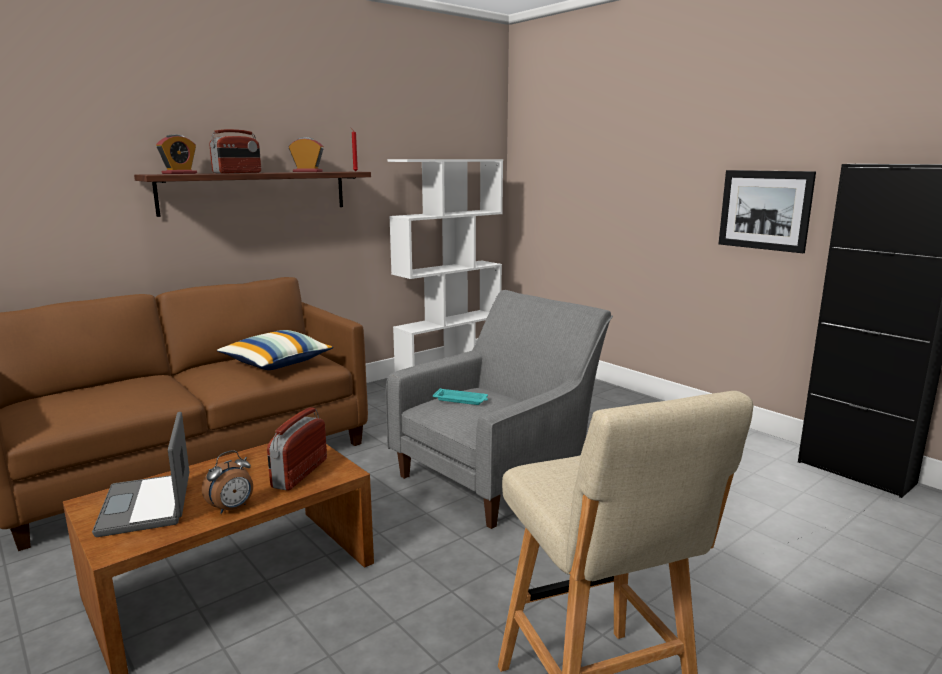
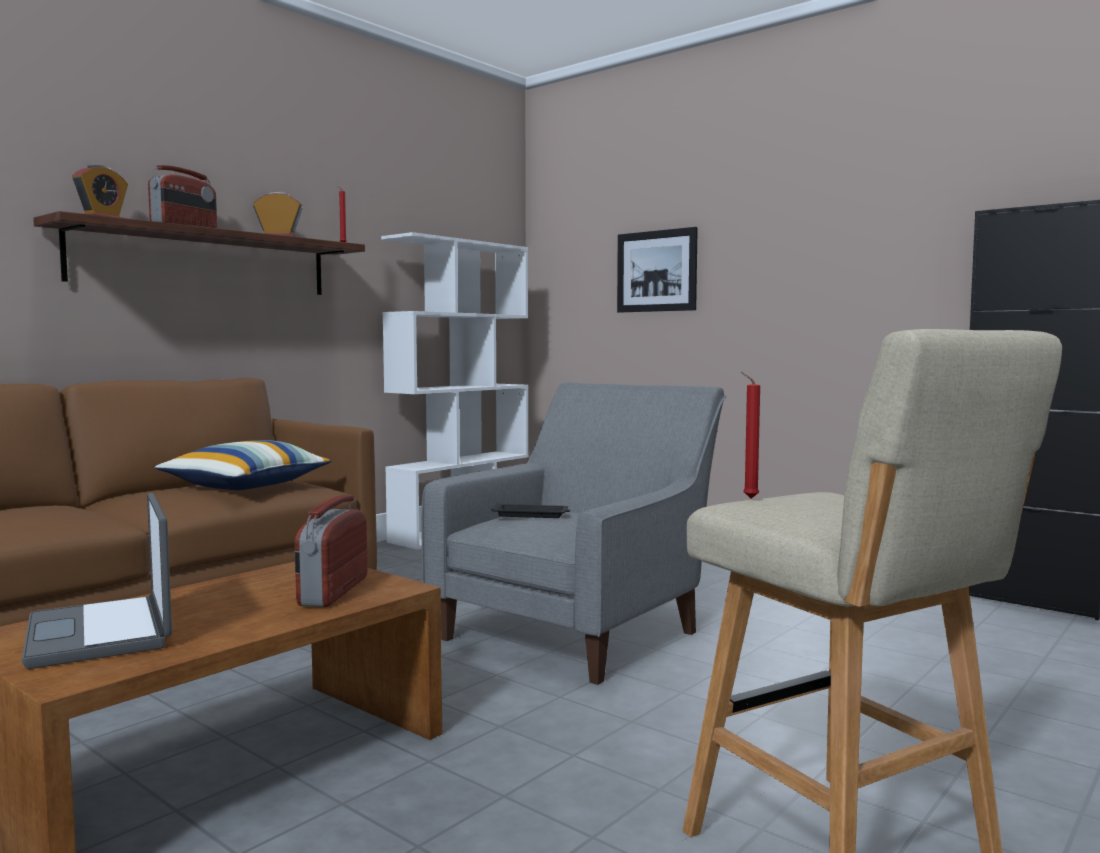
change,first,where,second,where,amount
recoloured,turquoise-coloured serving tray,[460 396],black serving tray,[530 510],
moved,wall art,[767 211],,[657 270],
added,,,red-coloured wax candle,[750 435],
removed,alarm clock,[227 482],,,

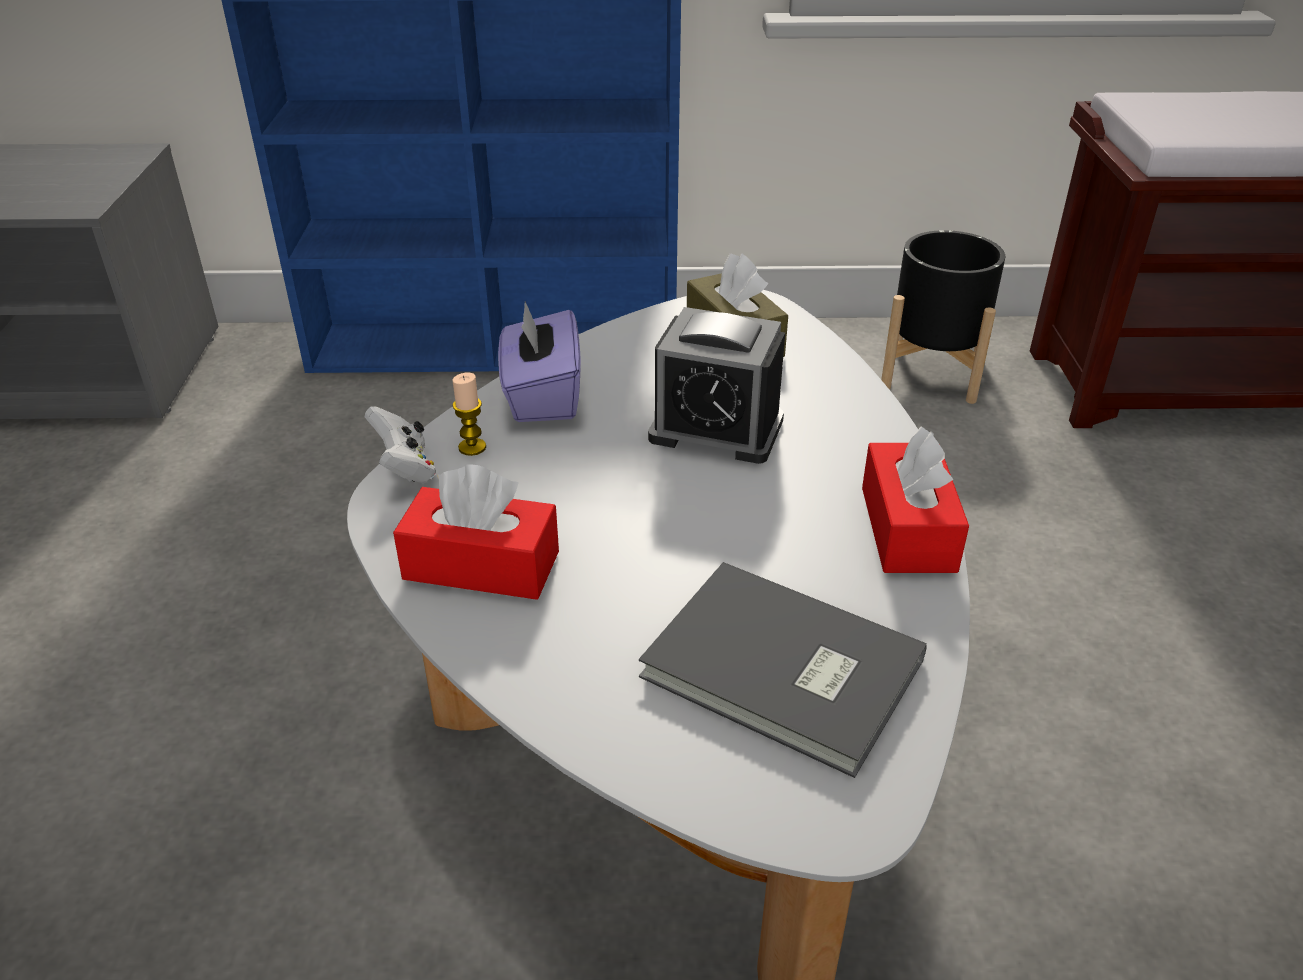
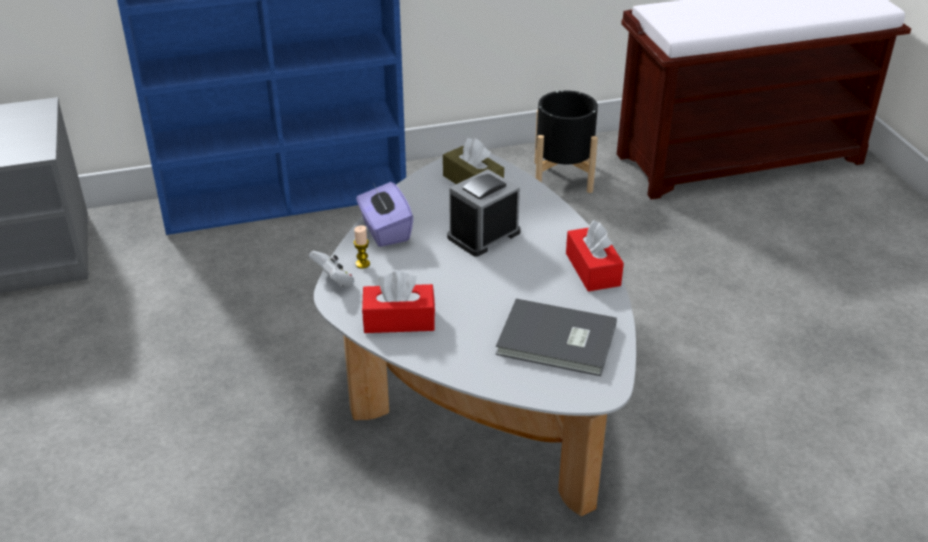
change,first,where,second,where,amount
turned,alarm clock,[716 385],,[484 213],135 degrees clockwise

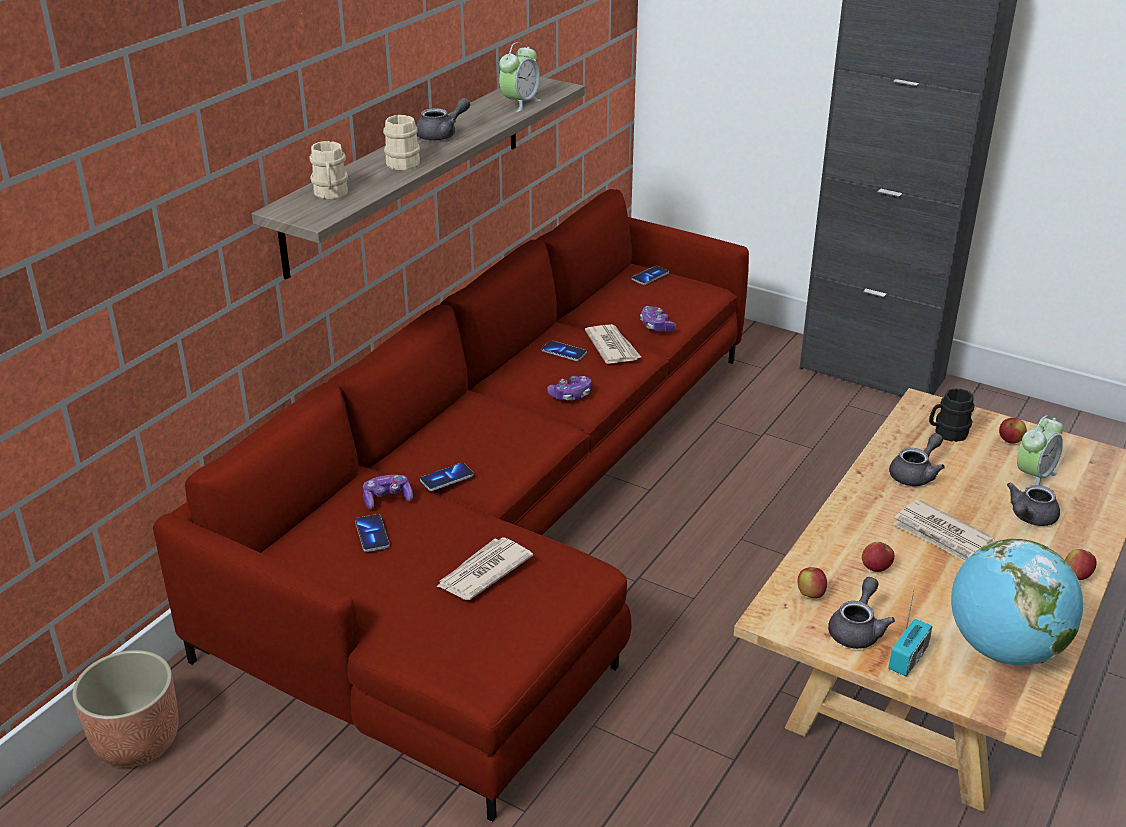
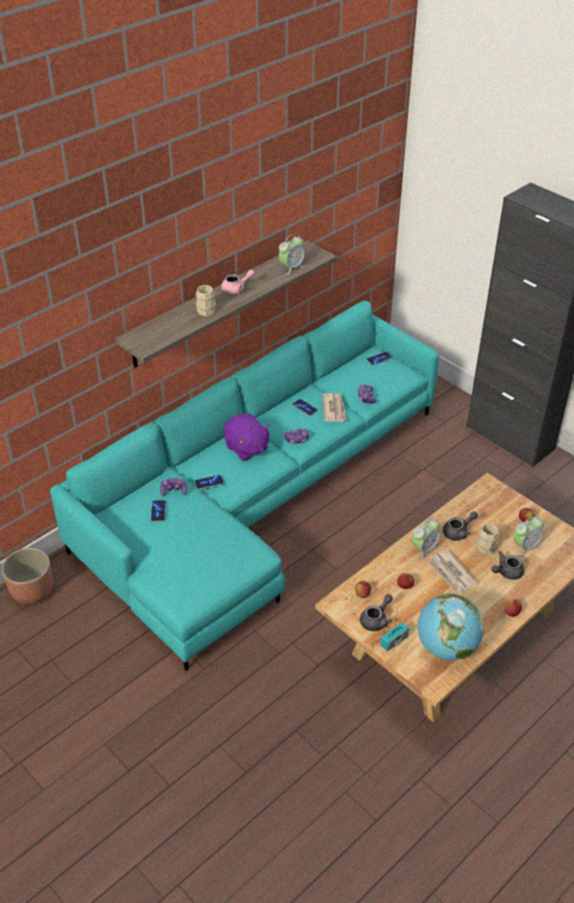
change,first,where,second,where,amount
recoloured,red-coloured sofa,[451 505],turquoise-coloured sofa,[244 486],
recoloured,grey pot for tea,[443 119],pink pot for tea,[238 282],
added,,,purple-coloured soft toy,[246 437],
added,,,alarm clock,[426 539],
moved,beige-coloured coffee mug,[328 170],,[488 539],
removed,daily paper,[484 568],,,
removed,black coffee mug,[952 415],,,

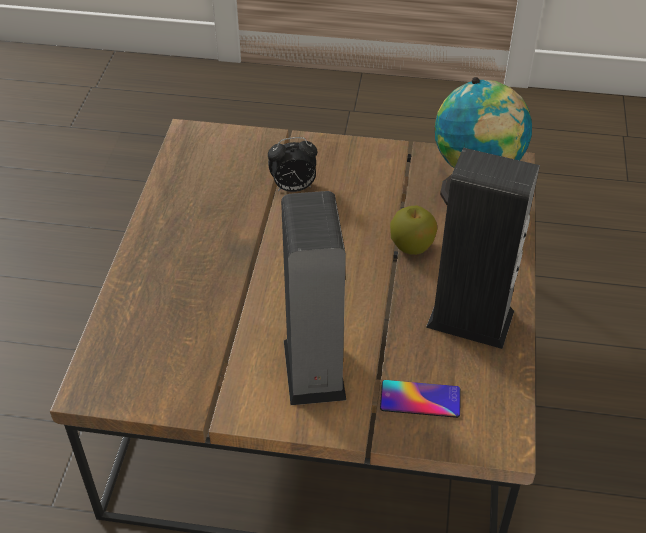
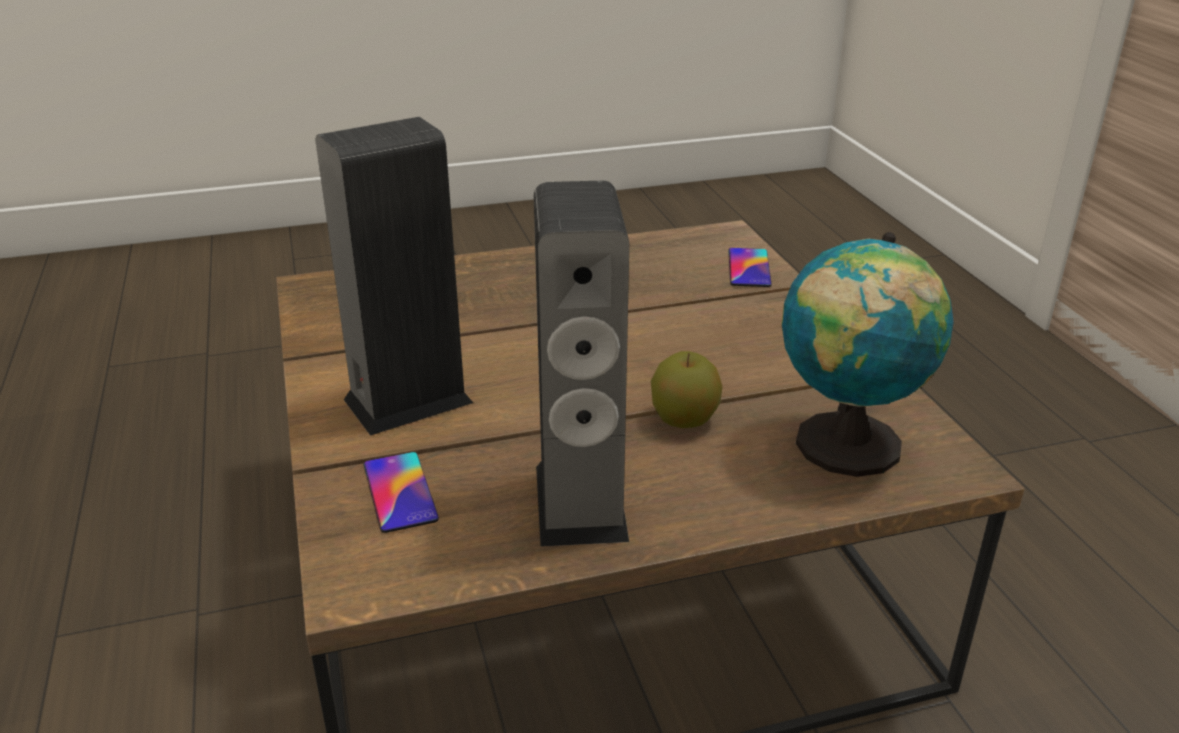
change,first,where,second,where,amount
added,,,handset,[750 267],
removed,alarm clock,[293 164],,,

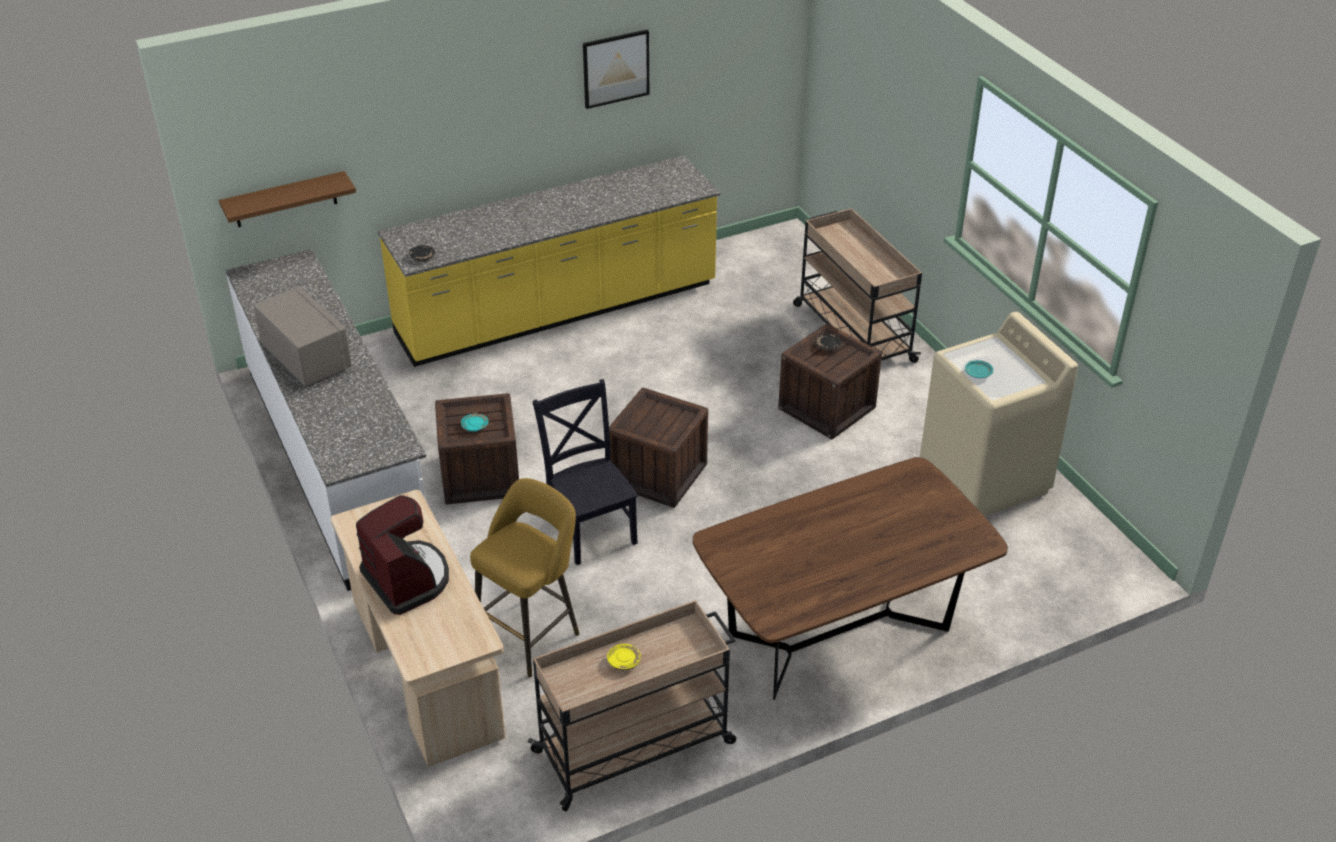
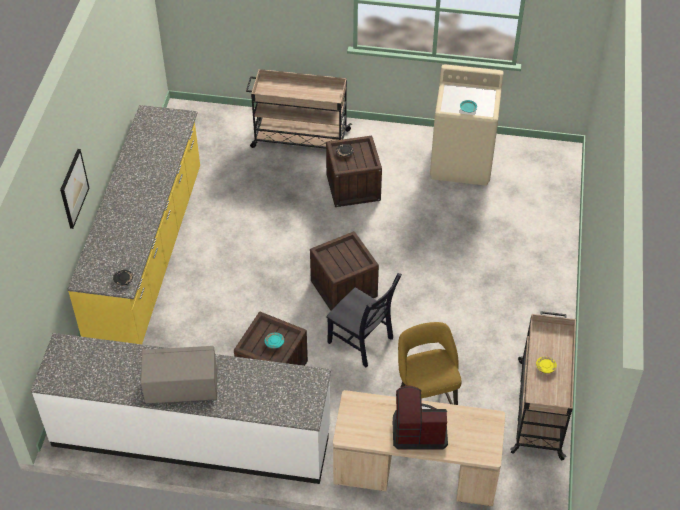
change,first,where,second,where,amount
moved,wall art,[616 69],,[74 189],
turned,black chair,[585 472],,[364 320],150 degrees counterclockwise
removed,brown bracket shelf,[287 199],,,
removed,brown kitchen table,[850 578],,,

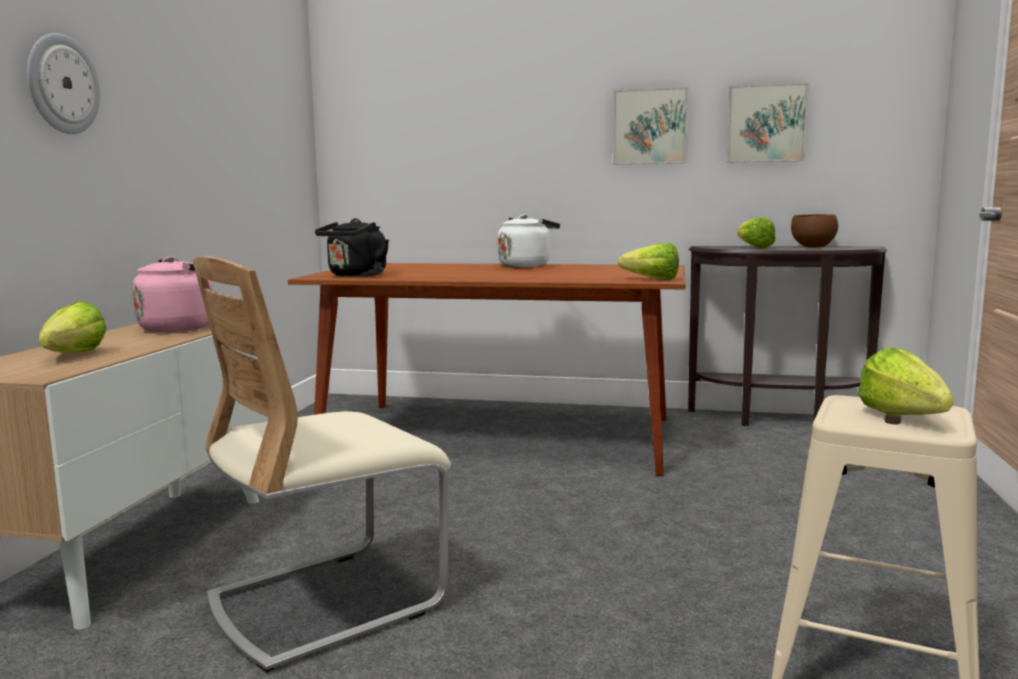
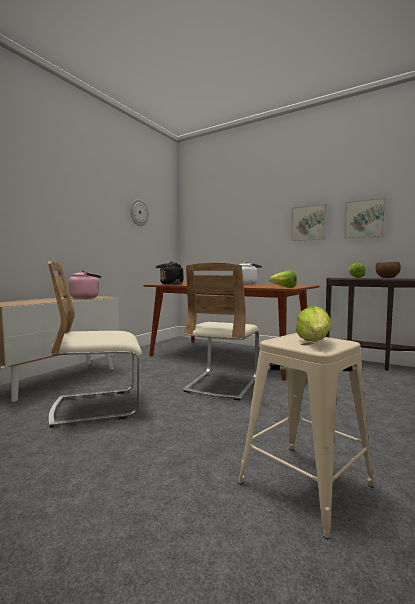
change,first,where,second,where,amount
moved,hanging clock,[63 83],,[139 212],
added,,,beige-coloured chair,[221 331],
removed,lettuce head,[73 327],,,

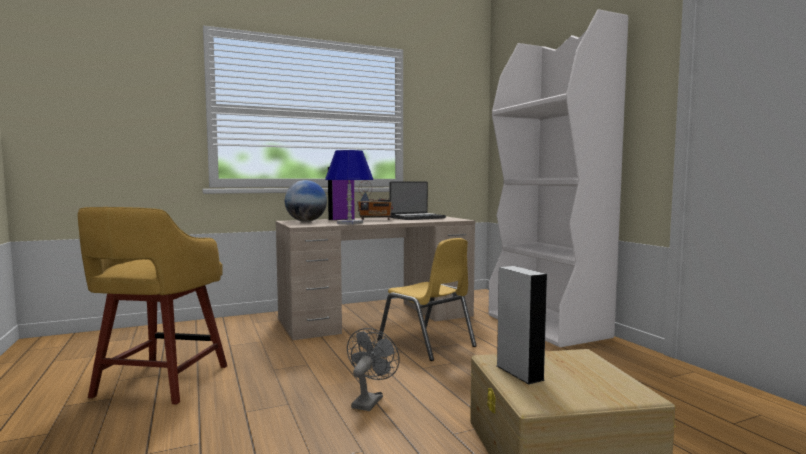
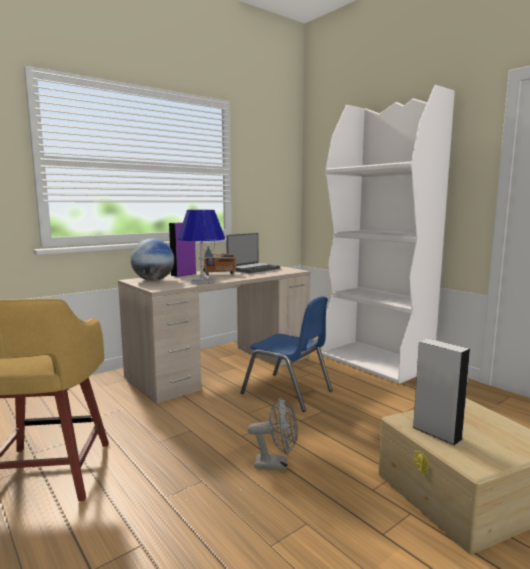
change,first,where,second,where,amount
recoloured,yellow-coloured chair,[427 299],blue-coloured chair,[286 354],
turned,grey cooling fan,[373 369],,[273 433],90 degrees clockwise

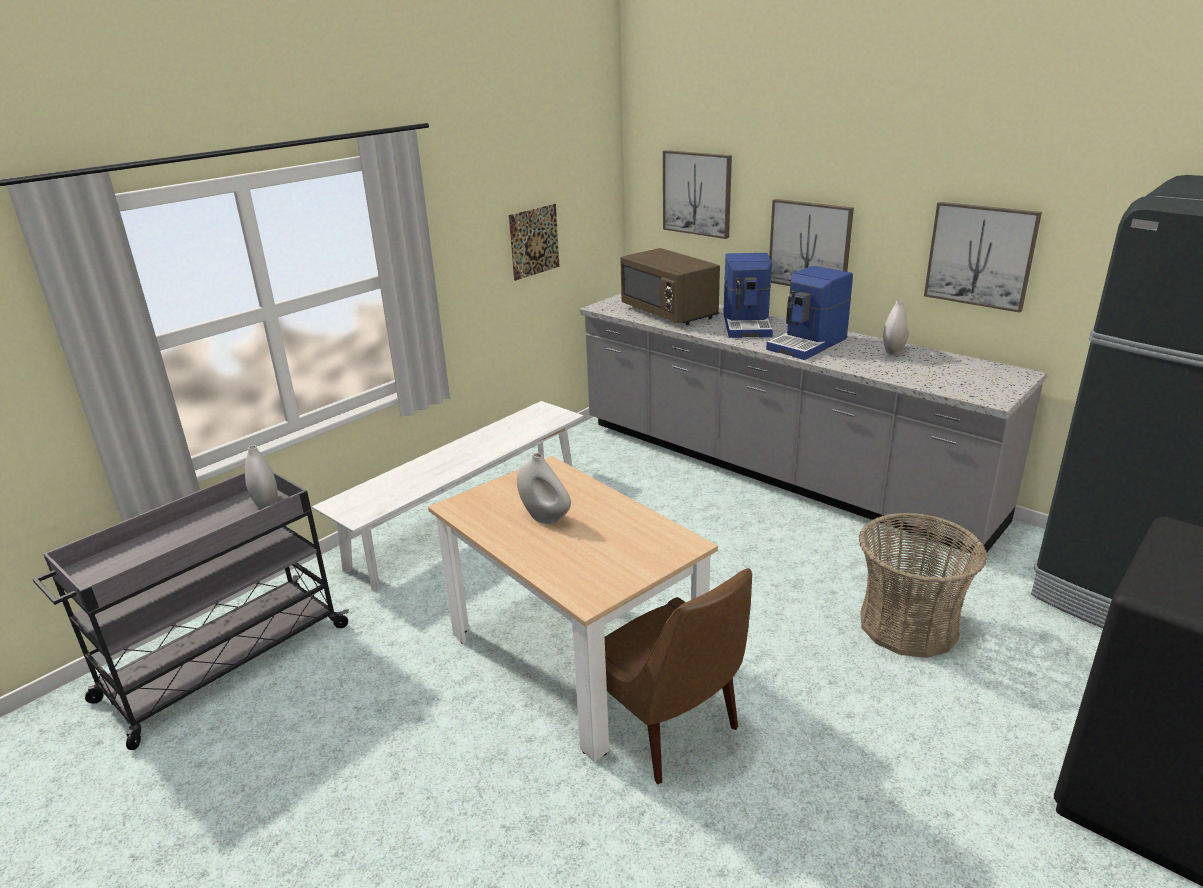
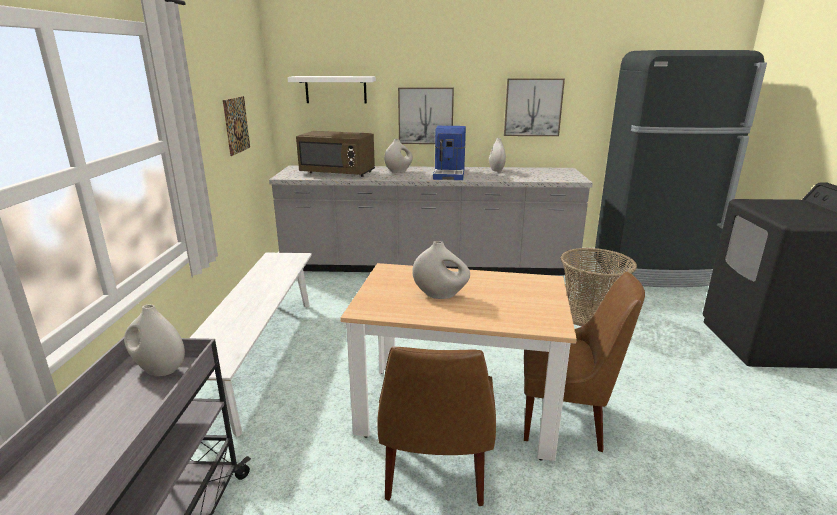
change,first,where,second,where,amount
replaced,wall art,[697 194],whitish bracket shelf,[331 90],
added,,,brown chair,[436 426],
replaced,coffee machine,[748 295],whitish decorative vase,[398 156],

